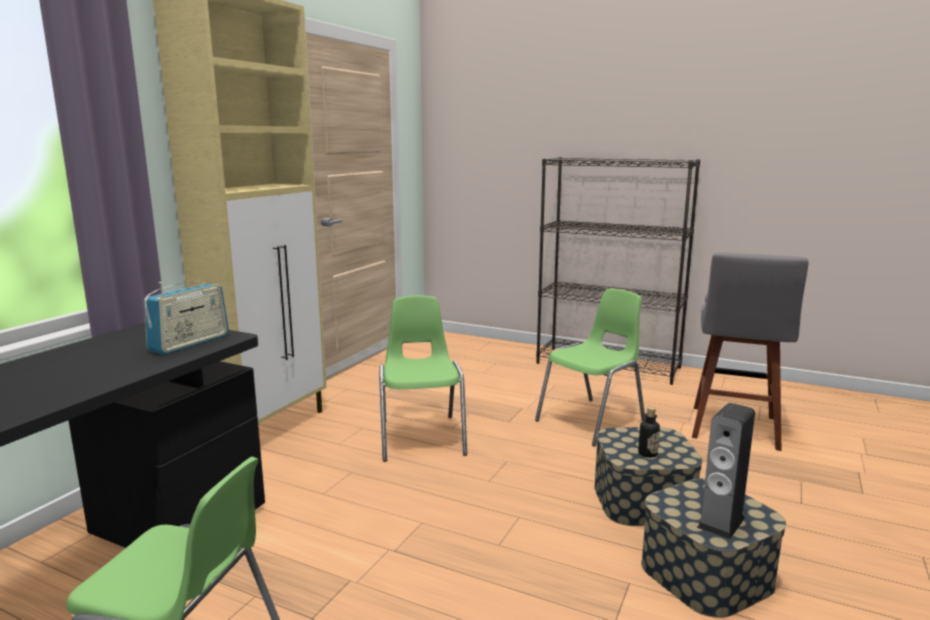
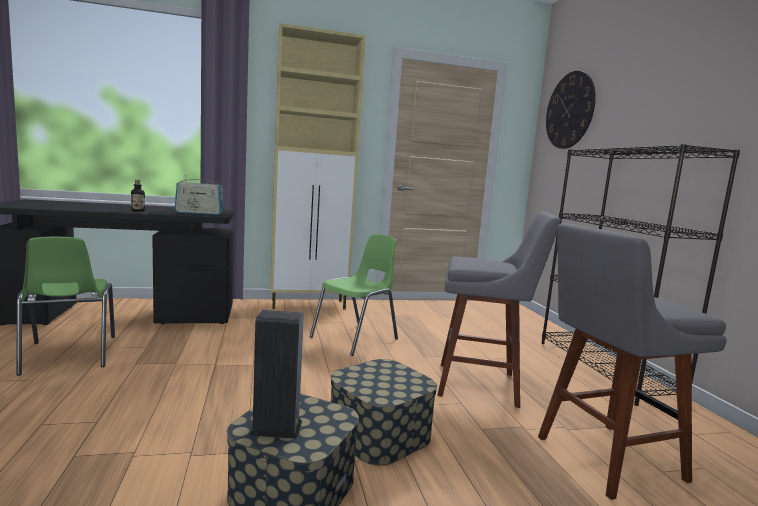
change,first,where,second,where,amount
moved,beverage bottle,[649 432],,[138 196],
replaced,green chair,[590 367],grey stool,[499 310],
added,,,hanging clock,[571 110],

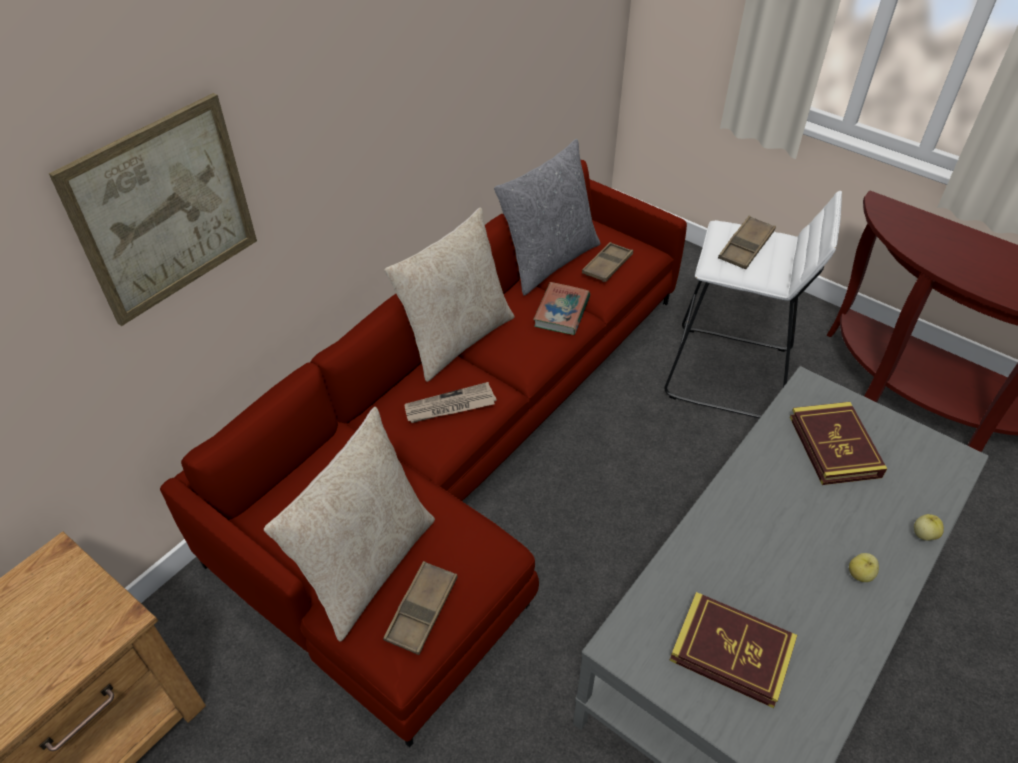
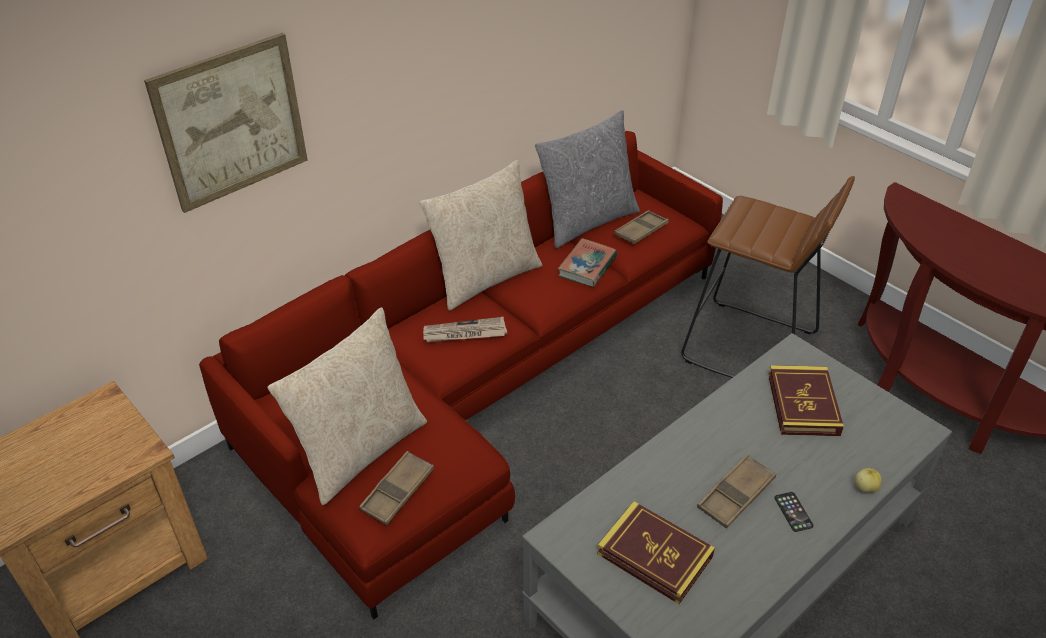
change,first,where,second,where,amount
recoloured,whitish stool,[753 304],brown stool,[768 277],
moved,brown serving tray,[747 243],,[736 491],
replaced,apple,[864 567],handset,[794 512],

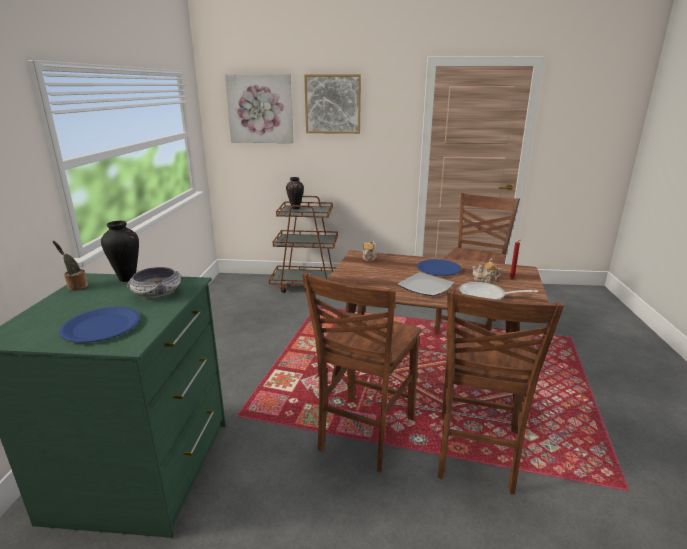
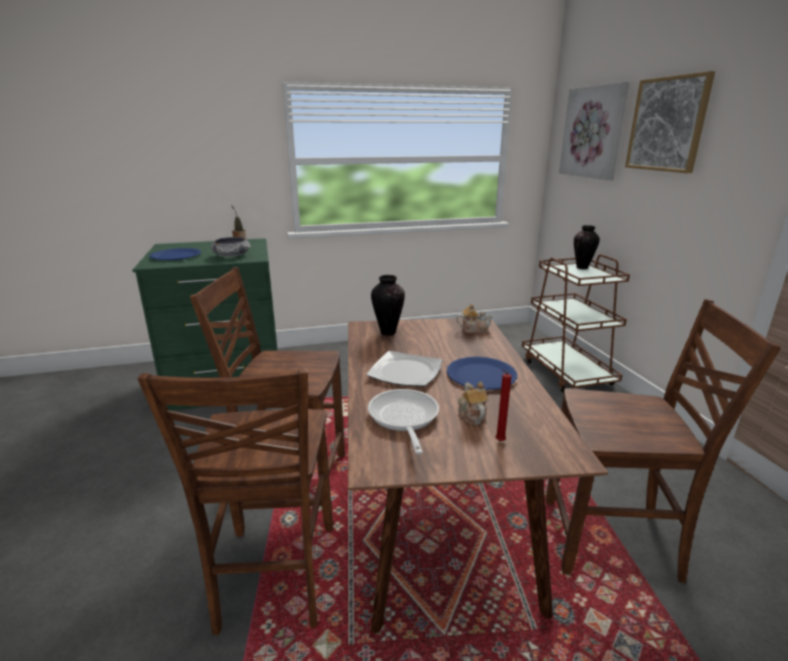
change,first,where,second,where,amount
turned,brown chair,[501 392],,[235 502],90 degrees counterclockwise
moved,decorative vase,[120 251],,[388 305],

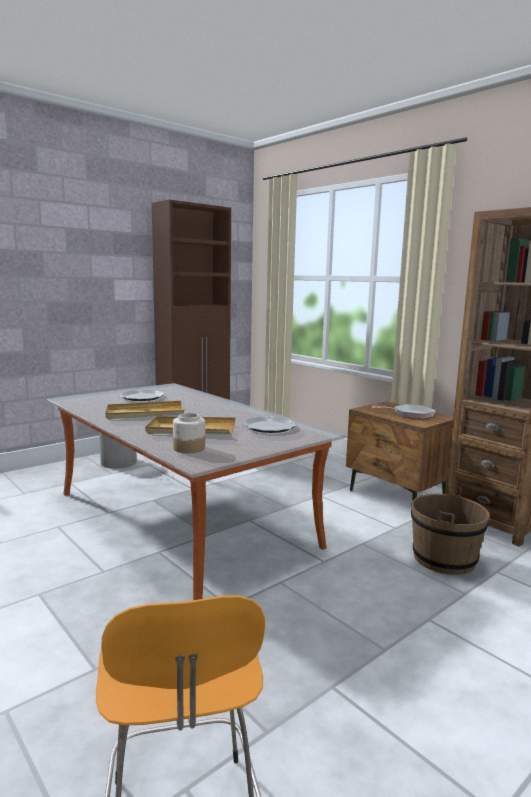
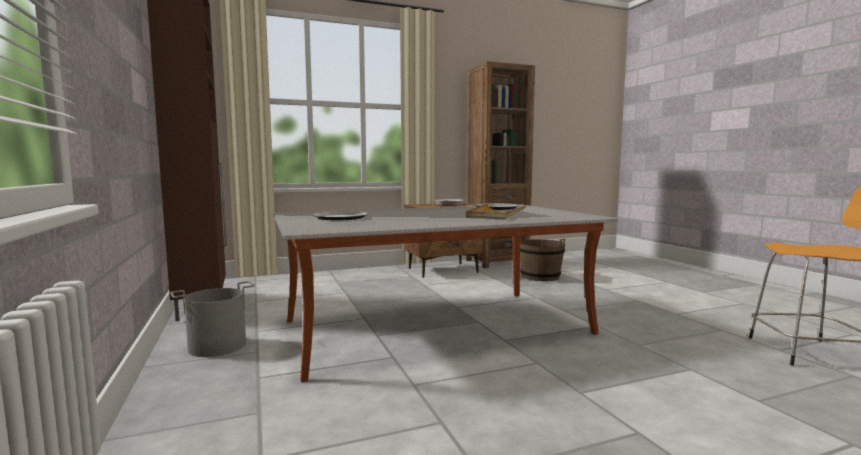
change,first,where,second,where,amount
removed,beige-coloured serving tray,[144 410],,,
removed,preserve jar,[189 433],,,

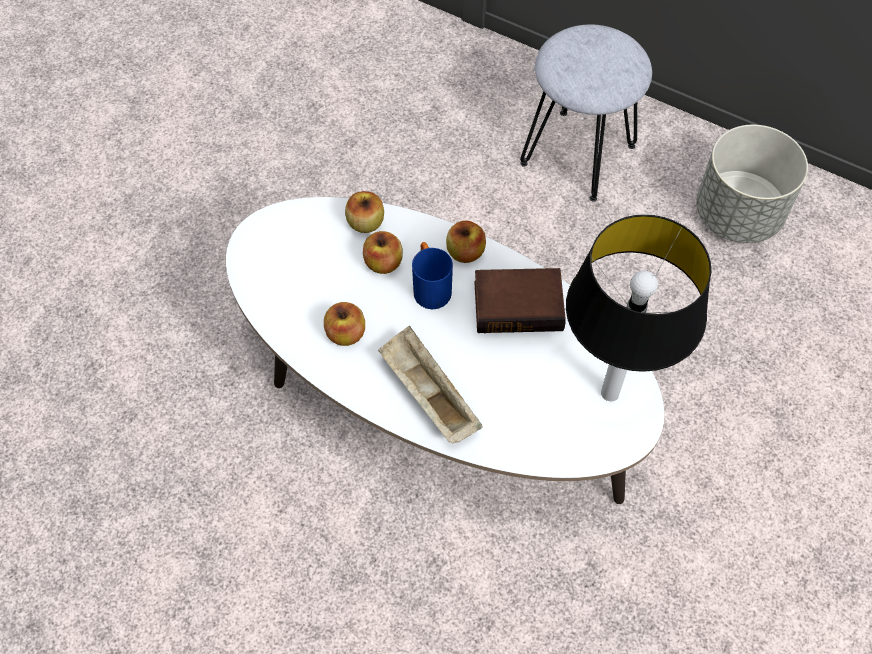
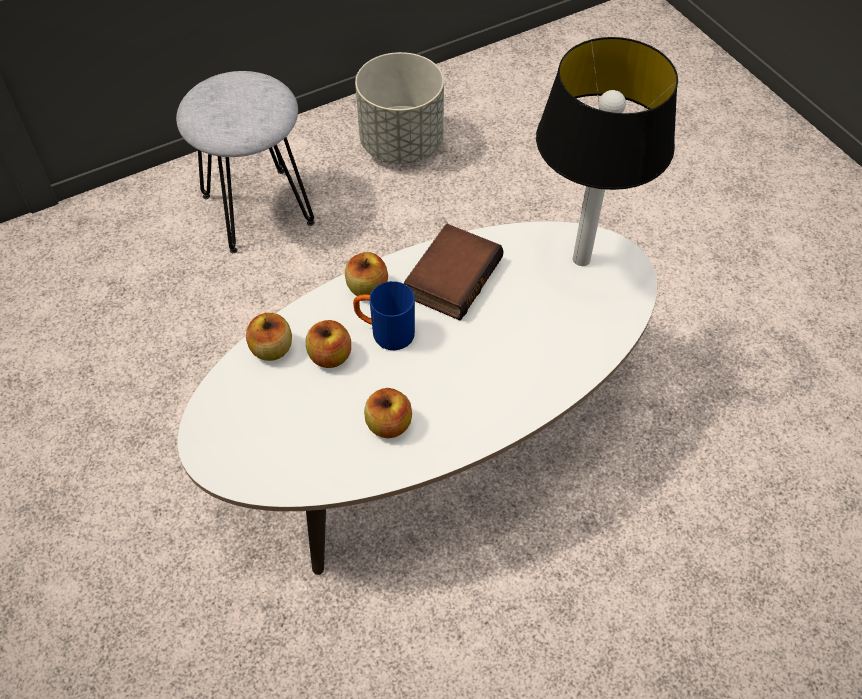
change,first,where,second,where,amount
removed,beige-coloured serving tray,[430 384],,,

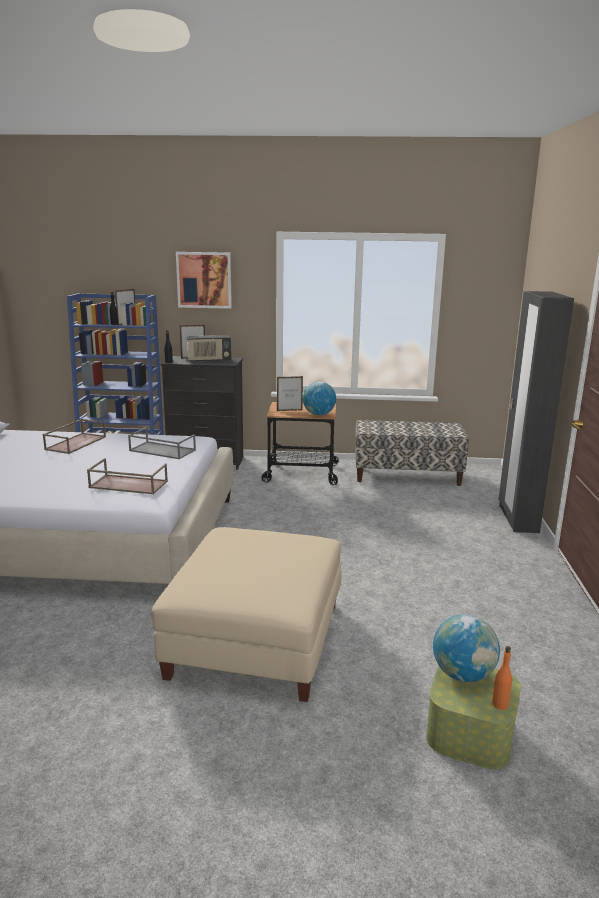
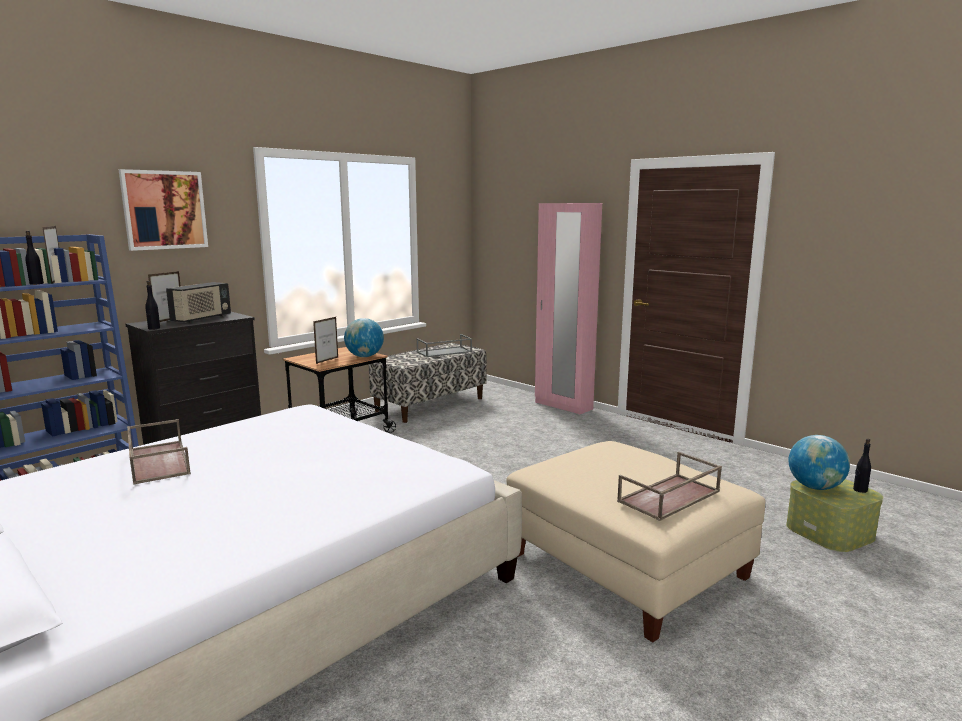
change,first,where,second,where,amount
moved,grey serving tray,[162 443],,[444 345],
recoloured,black armoire,[536 412],pink armoire,[568 308],
moved,brown serving tray,[127 476],,[669 486],
recoloured,orangey beverage bottle,[502 678],black beverage bottle,[862 466],

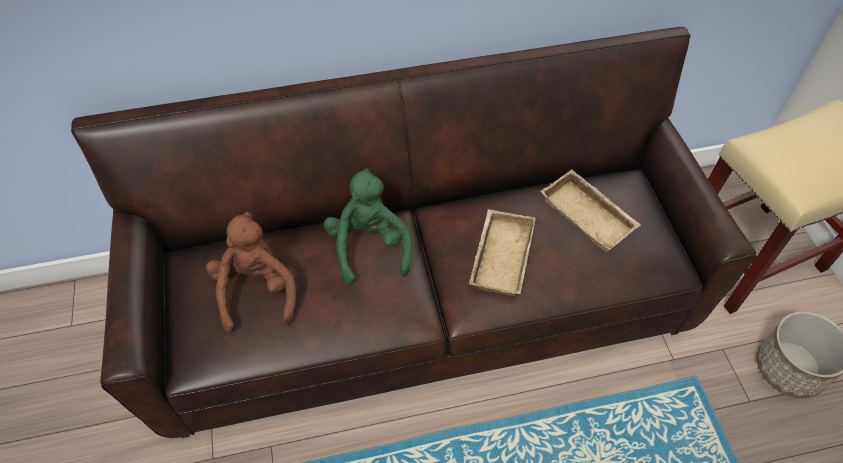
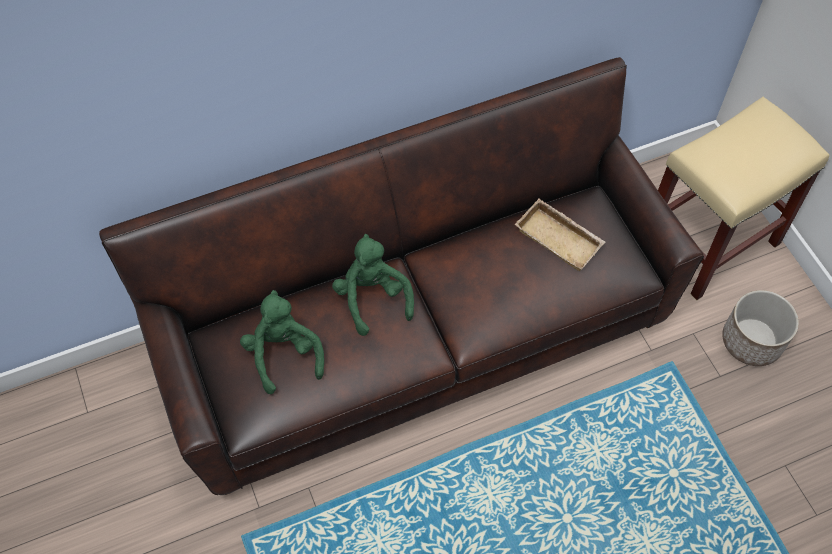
change,first,where,second,where,amount
recoloured,brown soft toy,[251 272],green soft toy,[282 342],
removed,beige-coloured serving tray,[502 252],,,

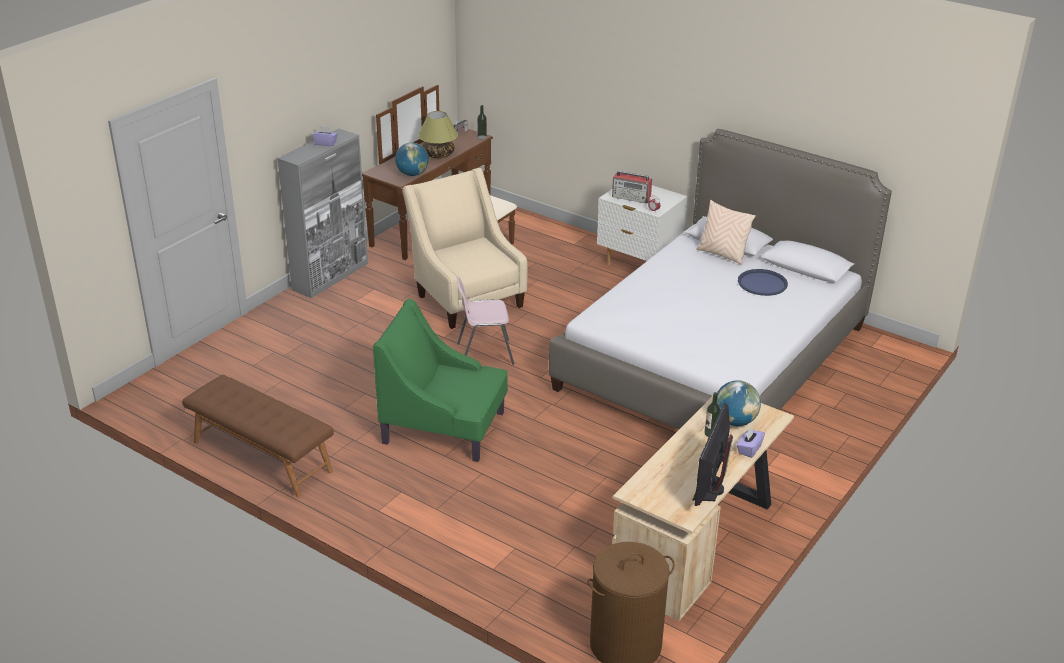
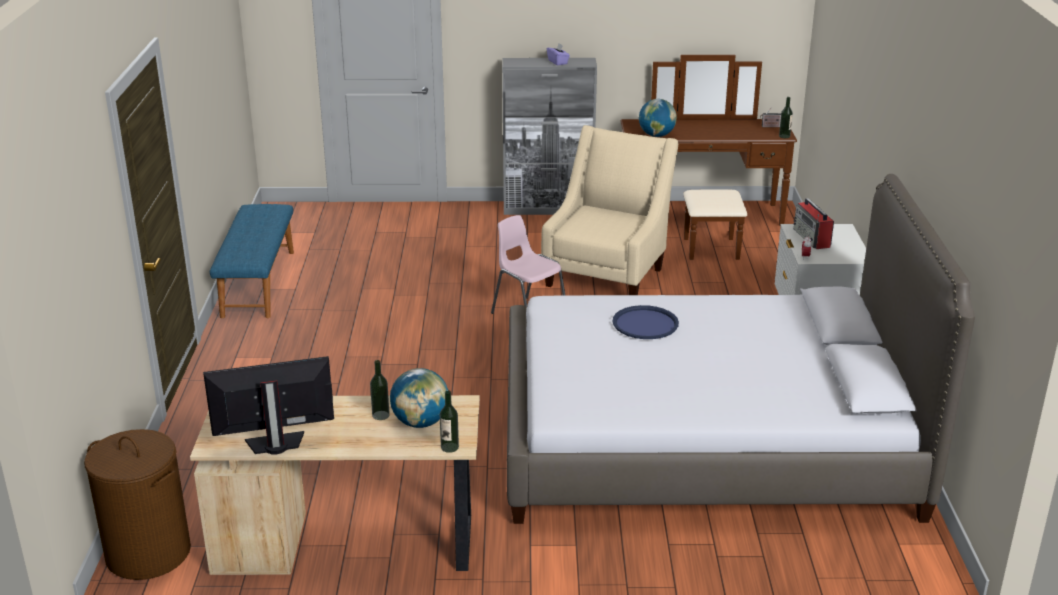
change,first,where,second,where,amount
recoloured,brown bench,[258 436],blue-coloured bench,[252 261],
added,,,beverage bottle,[449 421],
moved,blue-coloured serving tray,[763 282],,[645 322],
removed,green easy chair,[440 380],,,
removed,table lamp,[438 134],,,
removed,beige-coloured throw pillow,[726 232],,,
removed,purple-coloured box of tissues,[750 442],,,

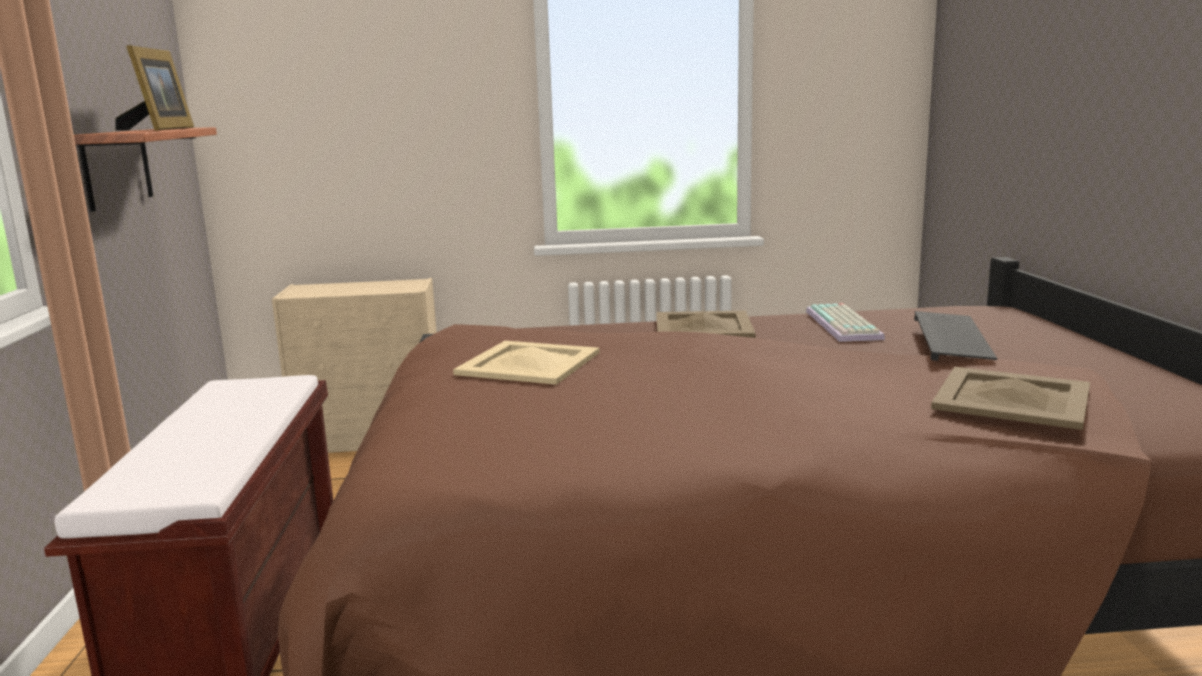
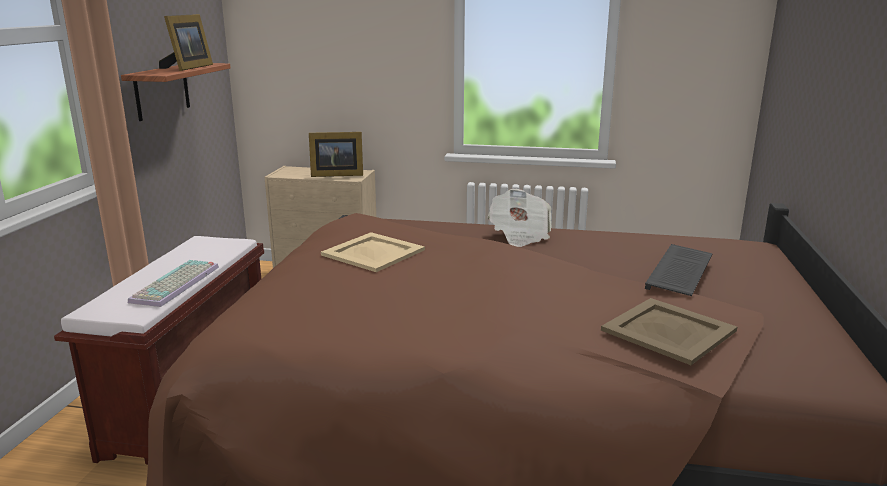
change,first,where,second,where,amount
moved,PC keyboard,[845 322],,[173 283],
added,,,photo frame,[336 154],
replaced,beige-coloured serving tray,[706 324],daily paper,[519 218],

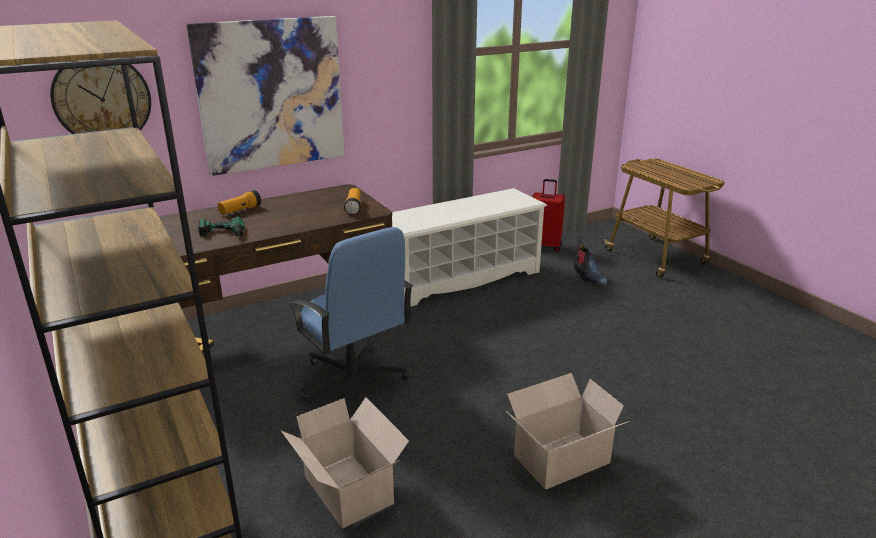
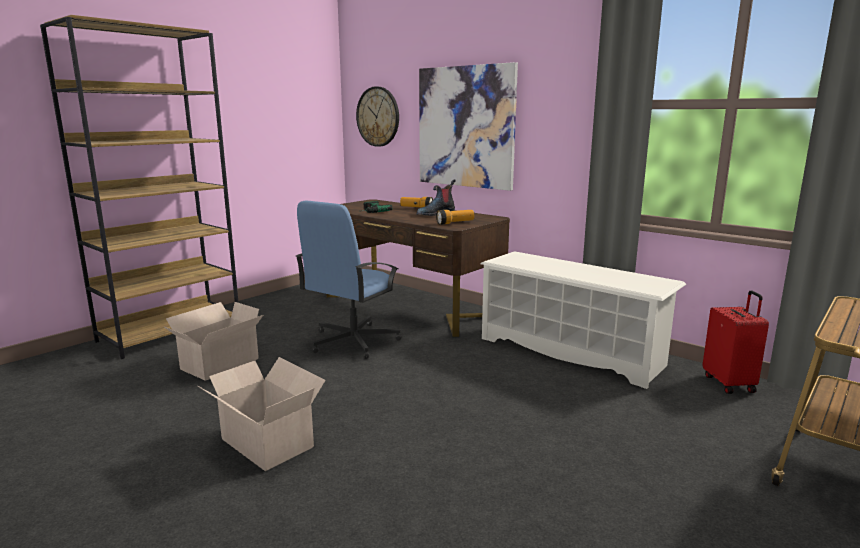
change,first,where,second,where,amount
moved,tall boot,[591 261],,[436 197],

